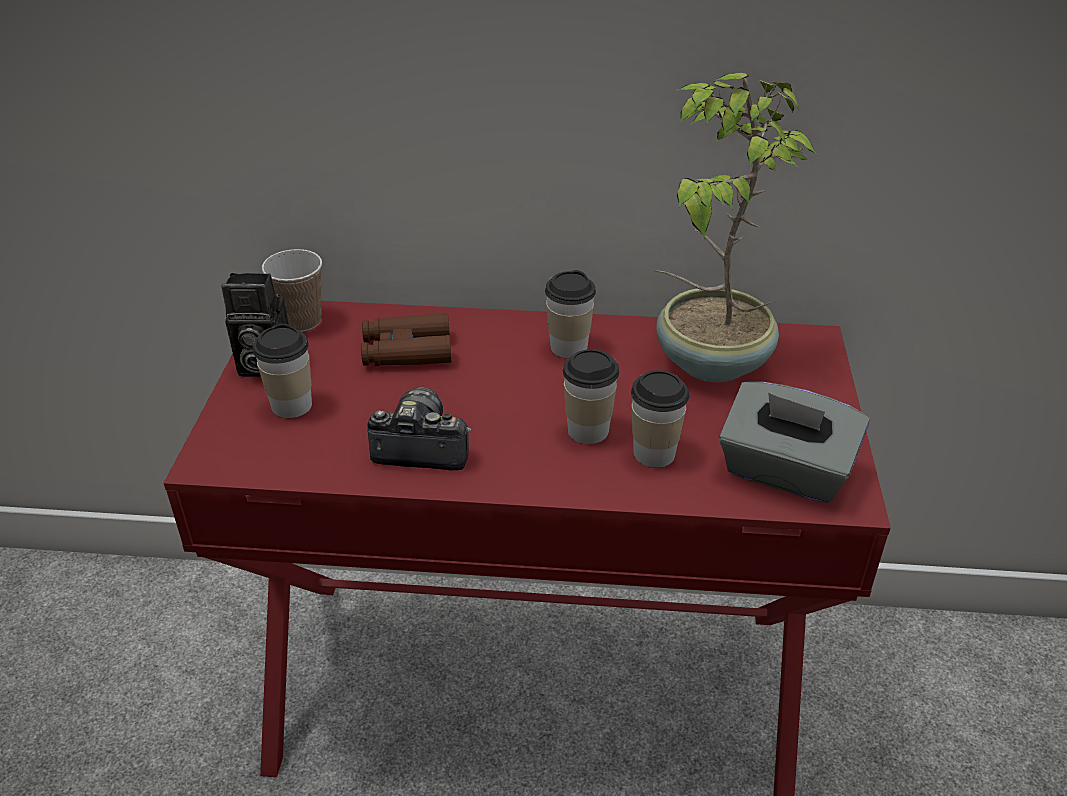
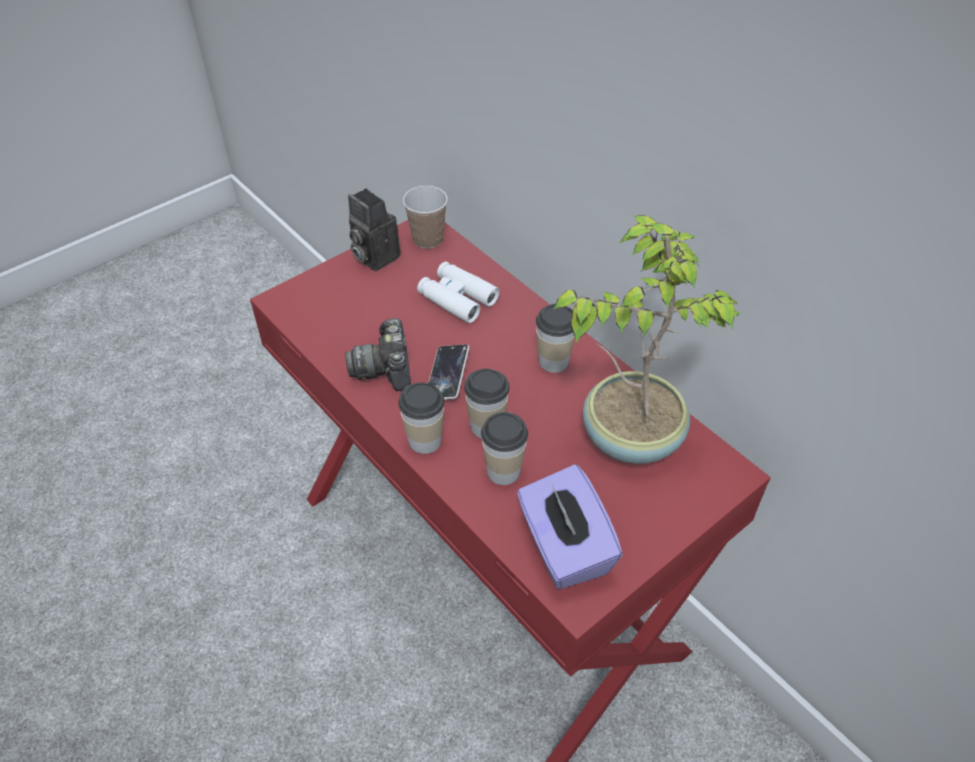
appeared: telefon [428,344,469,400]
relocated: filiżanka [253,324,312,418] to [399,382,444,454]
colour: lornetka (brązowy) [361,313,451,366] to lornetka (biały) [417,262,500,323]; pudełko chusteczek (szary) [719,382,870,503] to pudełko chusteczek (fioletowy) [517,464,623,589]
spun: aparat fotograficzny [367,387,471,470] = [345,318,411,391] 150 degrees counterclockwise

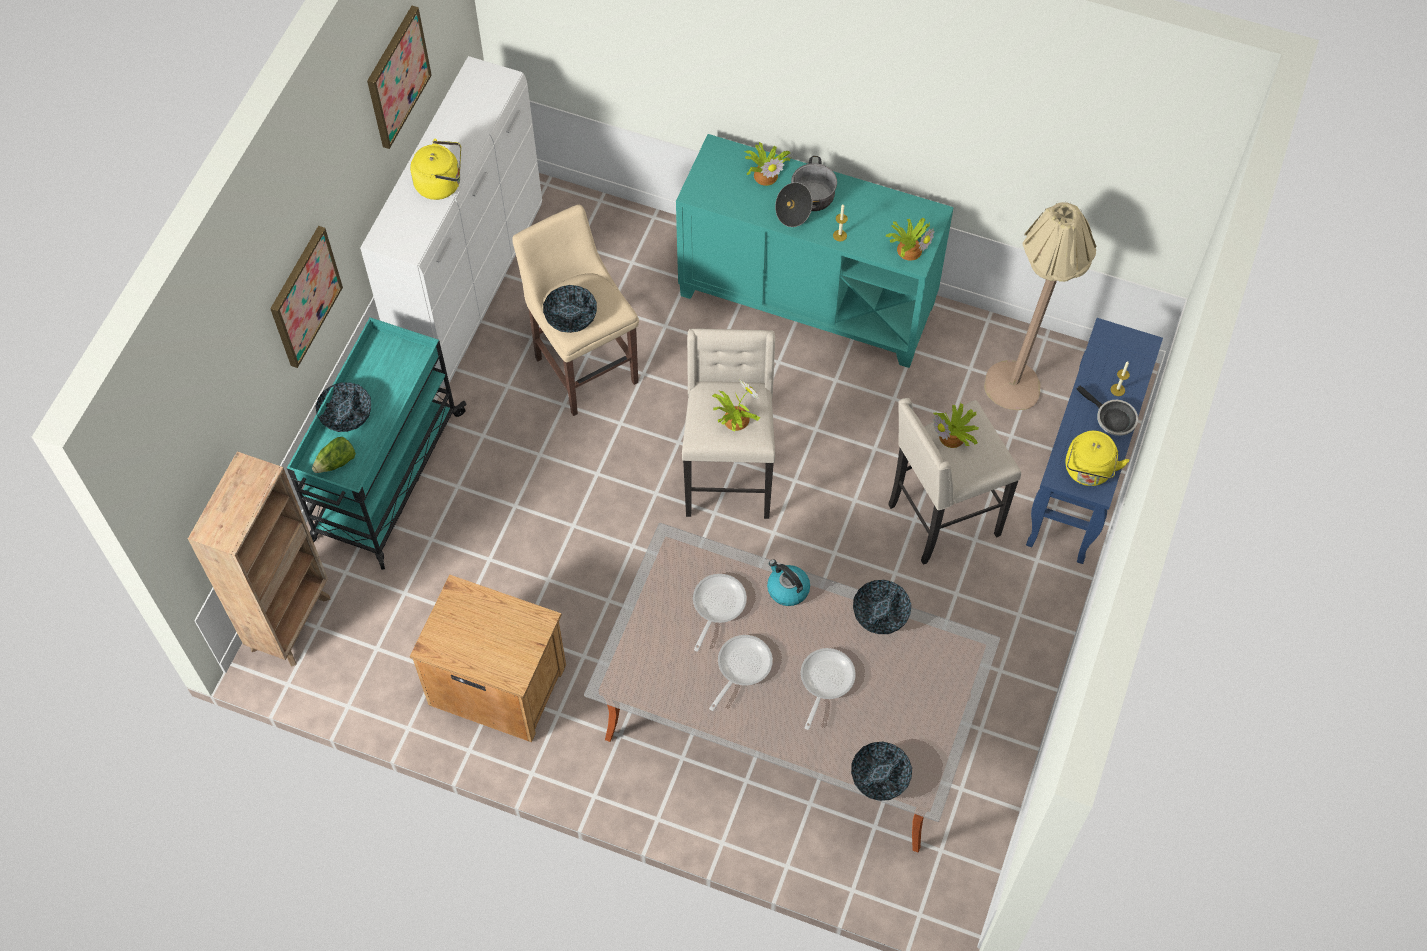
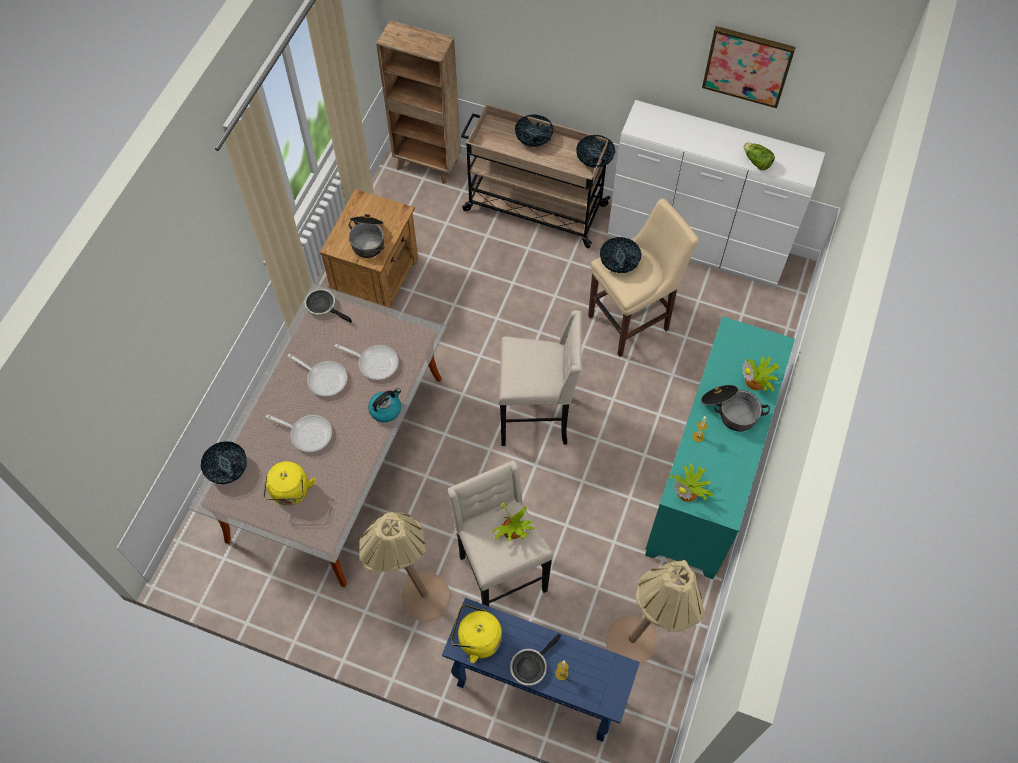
missing: obraz [270,226,343,368]; roślina doniczkowa [712,380,760,431]
appeared: patelnia [305,289,352,322]; garnek [349,214,384,258]; lampa stojąca (beżowy) [359,512,450,621]
relocated: sałata [312,437,356,473] to [744,143,775,170]; czajnik (żółty) [410,139,461,200] to [264,461,315,506]; miska [853,580,912,634] to [576,135,615,168]
colour: wózek (turkusowy) [287,317,467,570] to wózek (beżowy) [461,104,611,249]

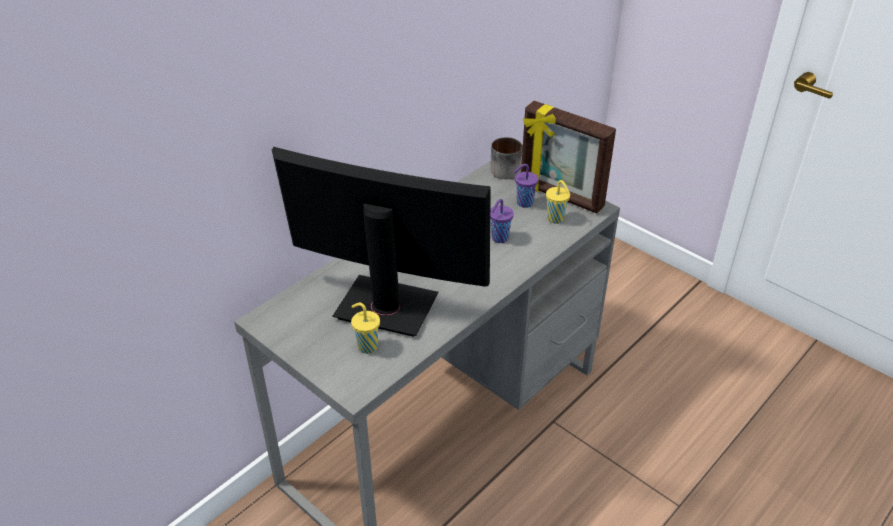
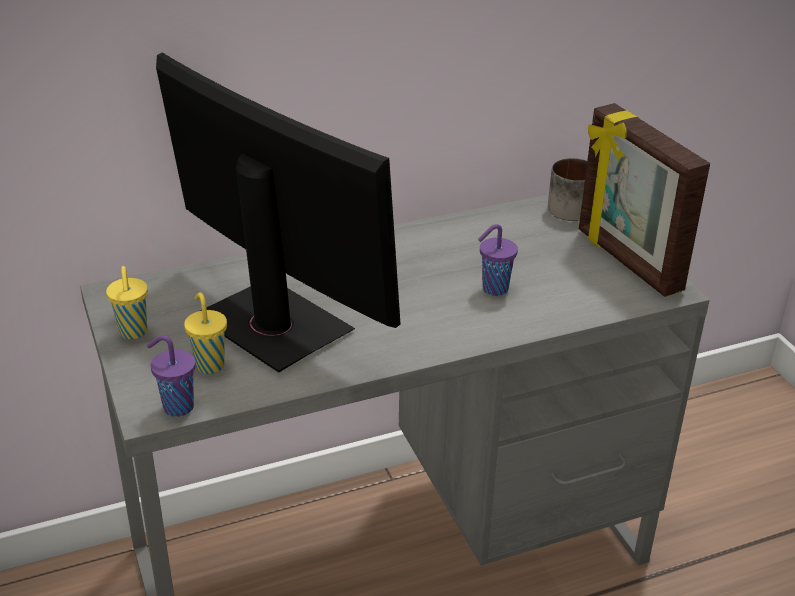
relocated: filiżanka (fioletowy) [513,164,539,208] to [147,335,196,417]; filiżanka (żółty) [546,180,570,224] to [106,266,148,340]

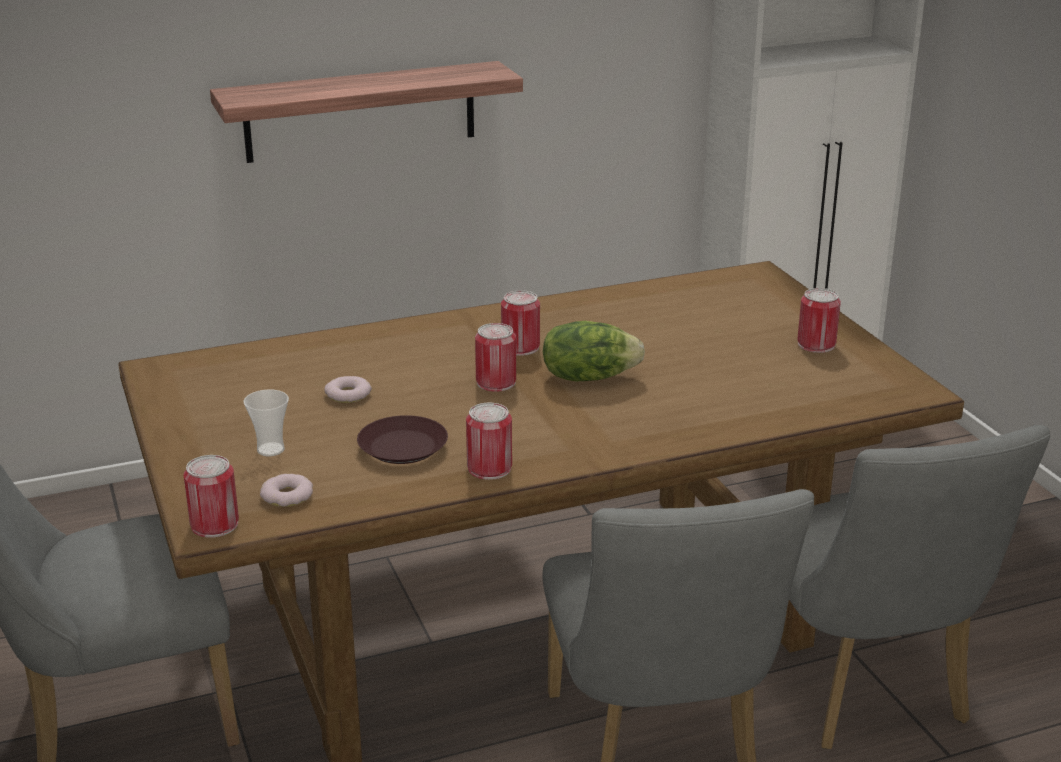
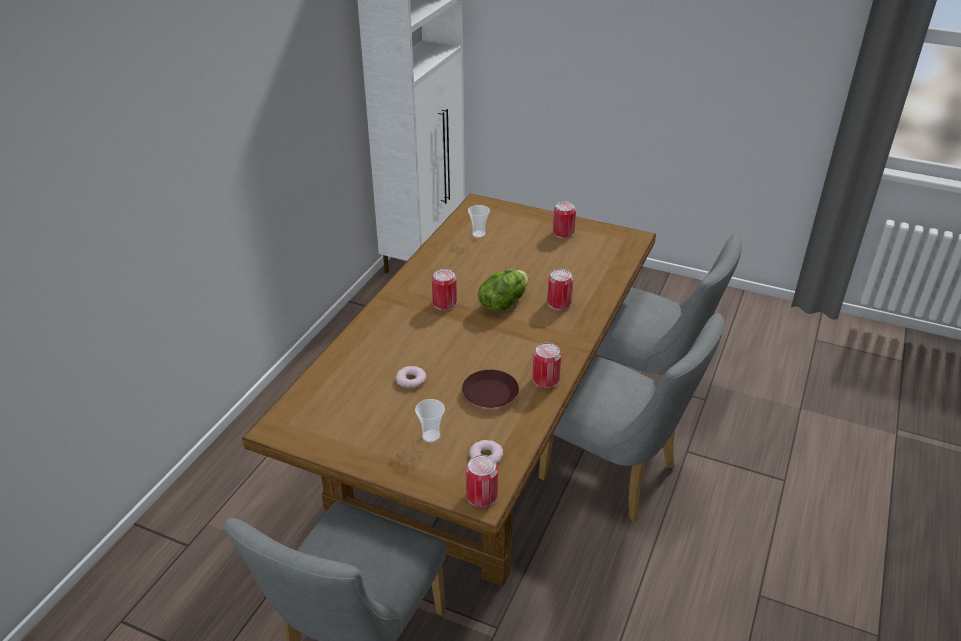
missing: półka [210,61,523,163]
appeared: filiżanka [468,205,490,238]
relocated: puszka [475,323,516,392] to [547,269,573,310]

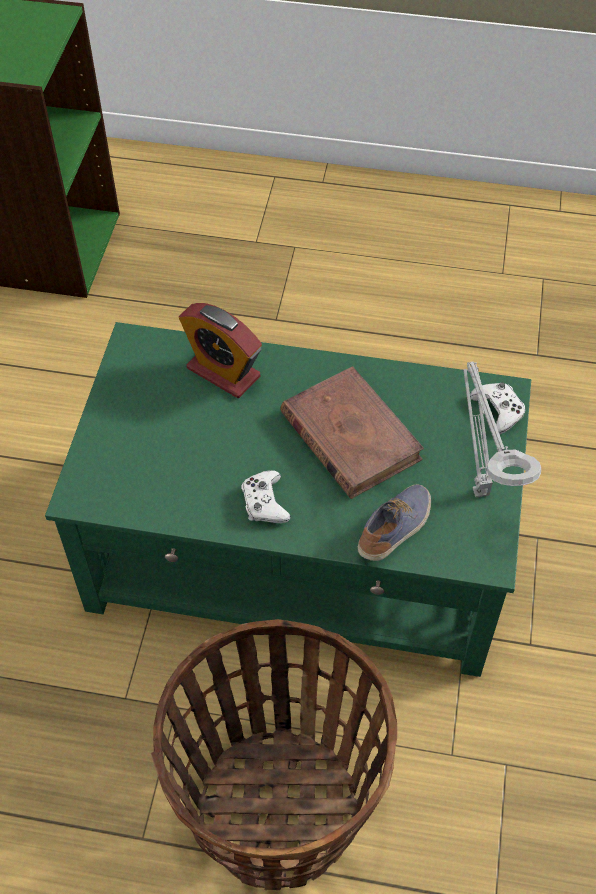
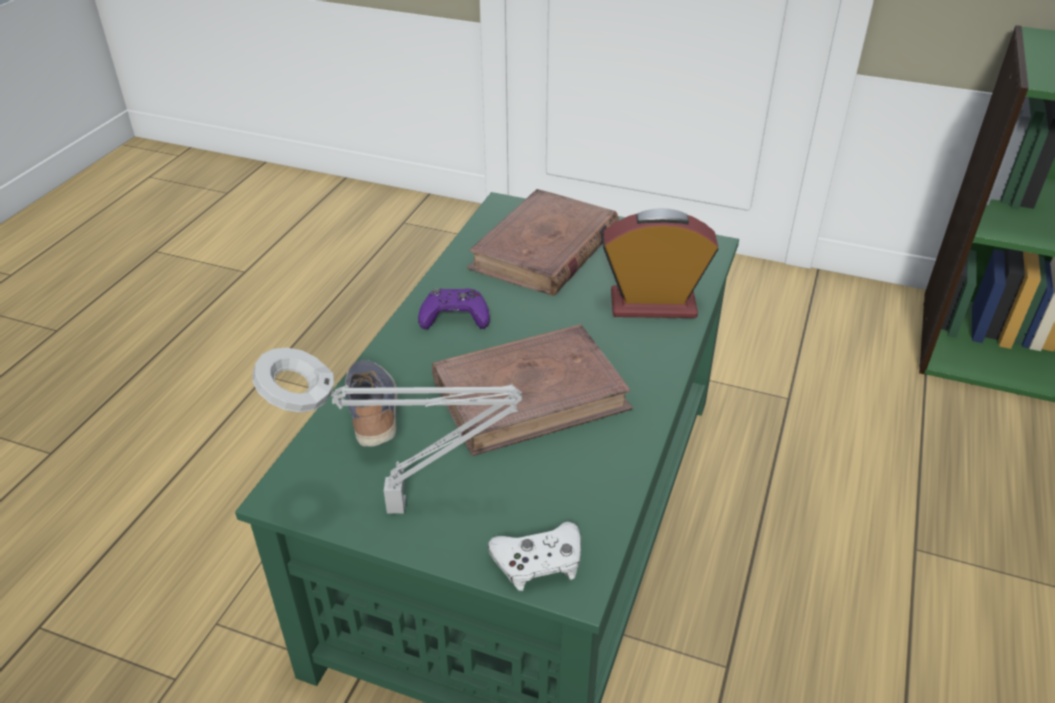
missing: koszyk [150,619,397,890]
appeared: książka (brązowy) [467,189,619,296]
colour: pad do gier (biały) [242,470,290,523] to pad do gier (fioletowy) [418,288,490,330]
spun: budzik [179,303,262,398] = [602,208,719,318] 45 degrees clockwise; but [358,484,431,561] = [345,360,398,447] 150 degrees counterclockwise

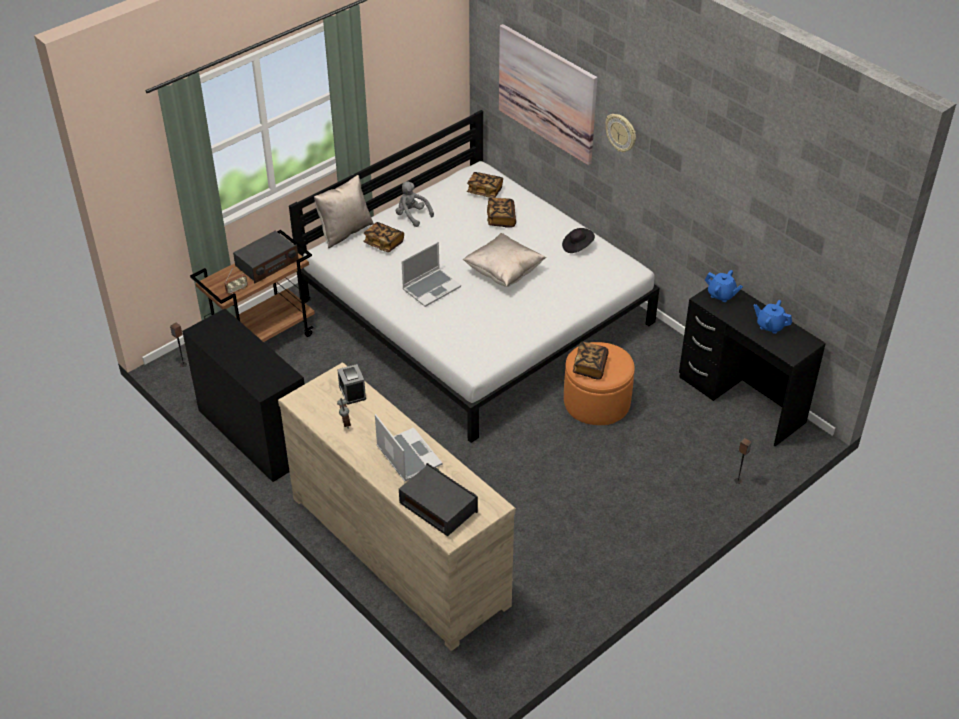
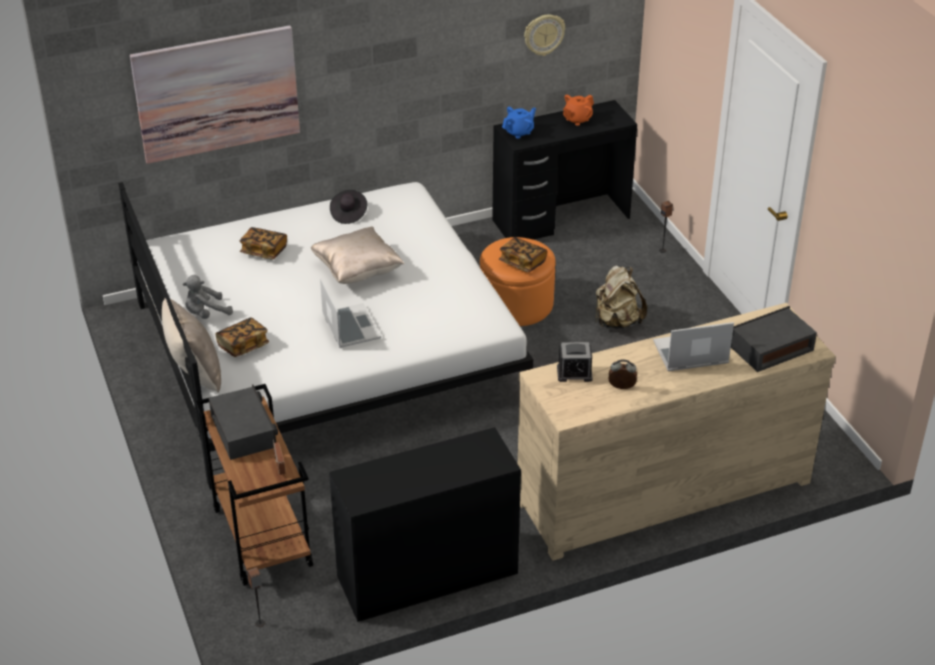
missing: książka [467,172,503,198]
appeared: plecak (beżowy) [595,266,647,329]
relocated: zegar ścienny [605,114,636,152] to [524,14,565,56]
colour: imbryk (niebieski) [754,300,792,334] to imbryk (pomarańczowy) [563,95,594,126]

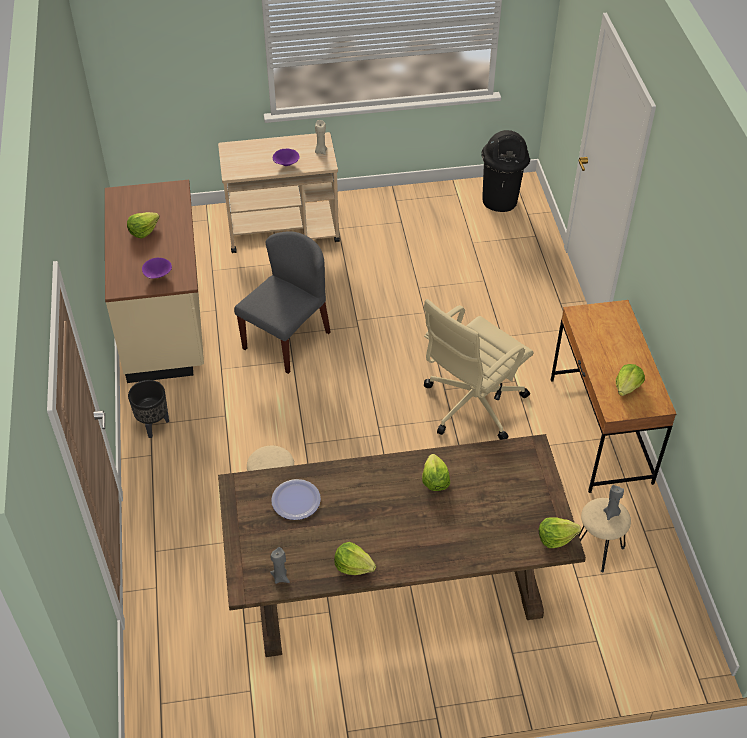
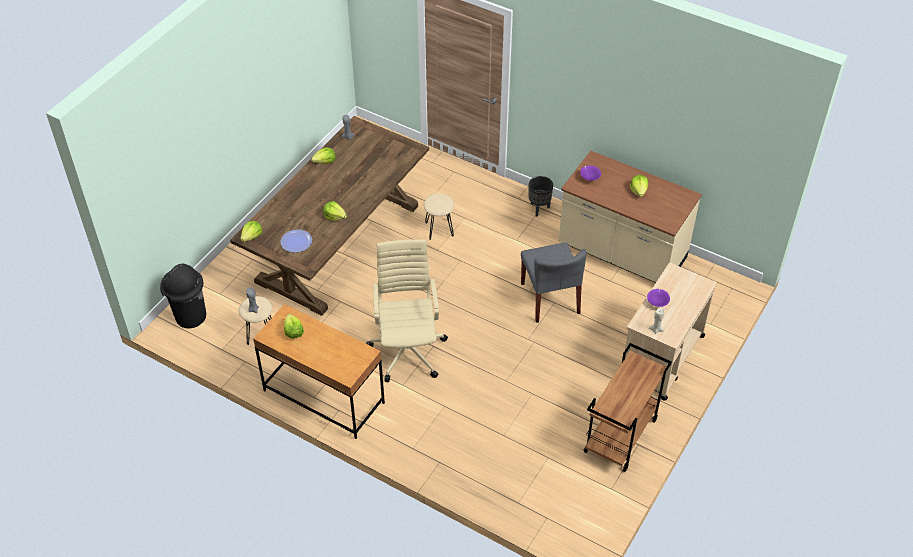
appeared: wózek (brązowy) [583,343,672,472]
relocated: talerz [271,479,321,520] to [281,229,312,253]; kosz na śmieci (czarny) [482,130,530,212] to [160,263,207,329]

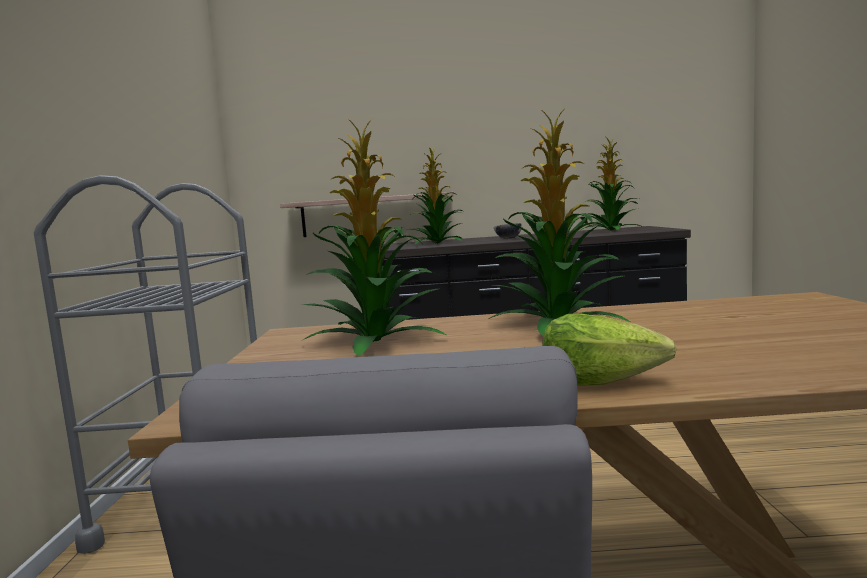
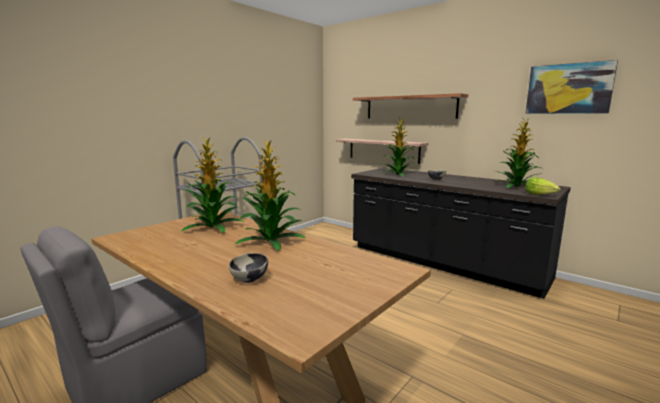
appeared: miska [229,253,268,283]; półka [353,93,468,119]; obraz [525,60,618,114]
relocated: sałata [542,313,677,386] to [525,177,561,195]

